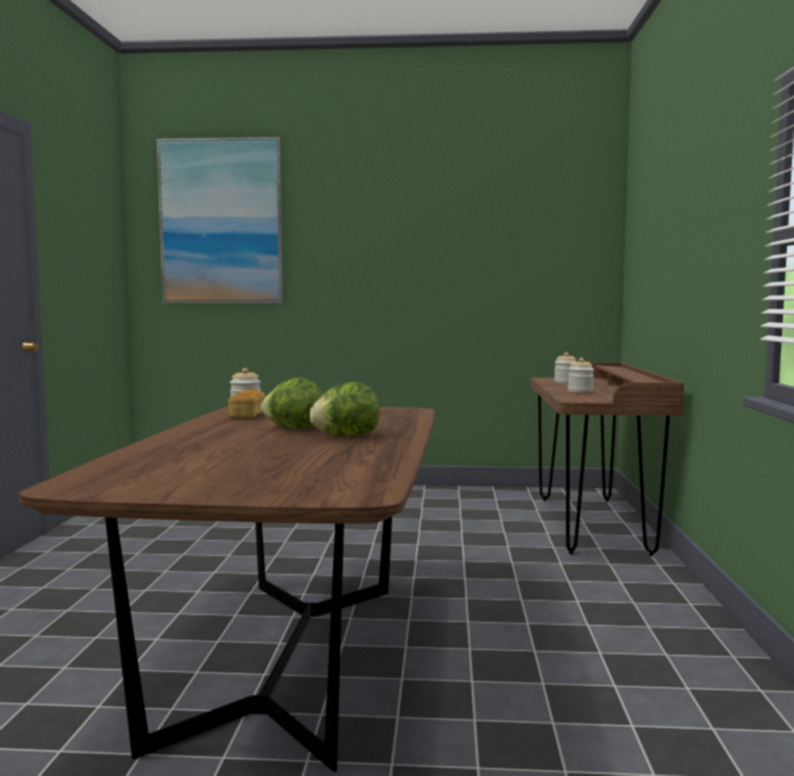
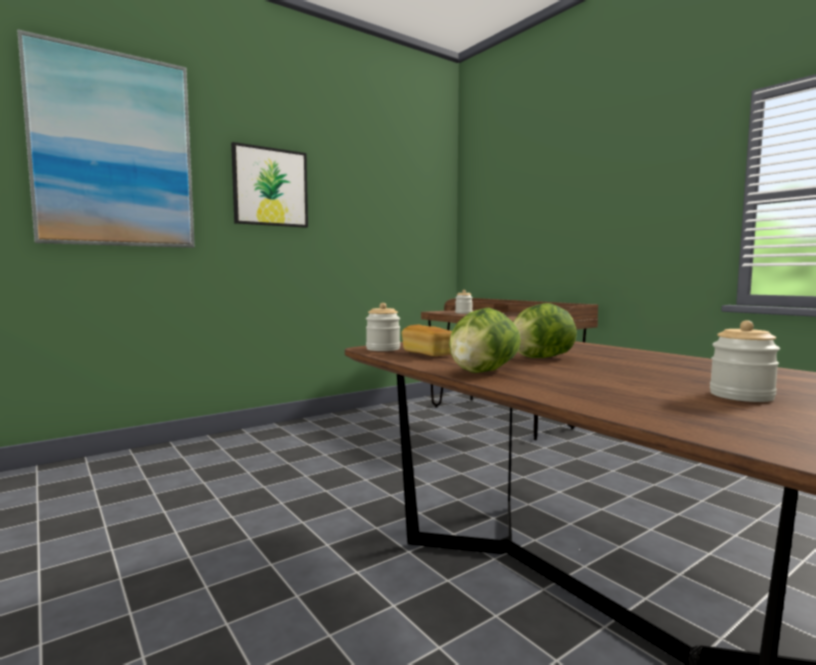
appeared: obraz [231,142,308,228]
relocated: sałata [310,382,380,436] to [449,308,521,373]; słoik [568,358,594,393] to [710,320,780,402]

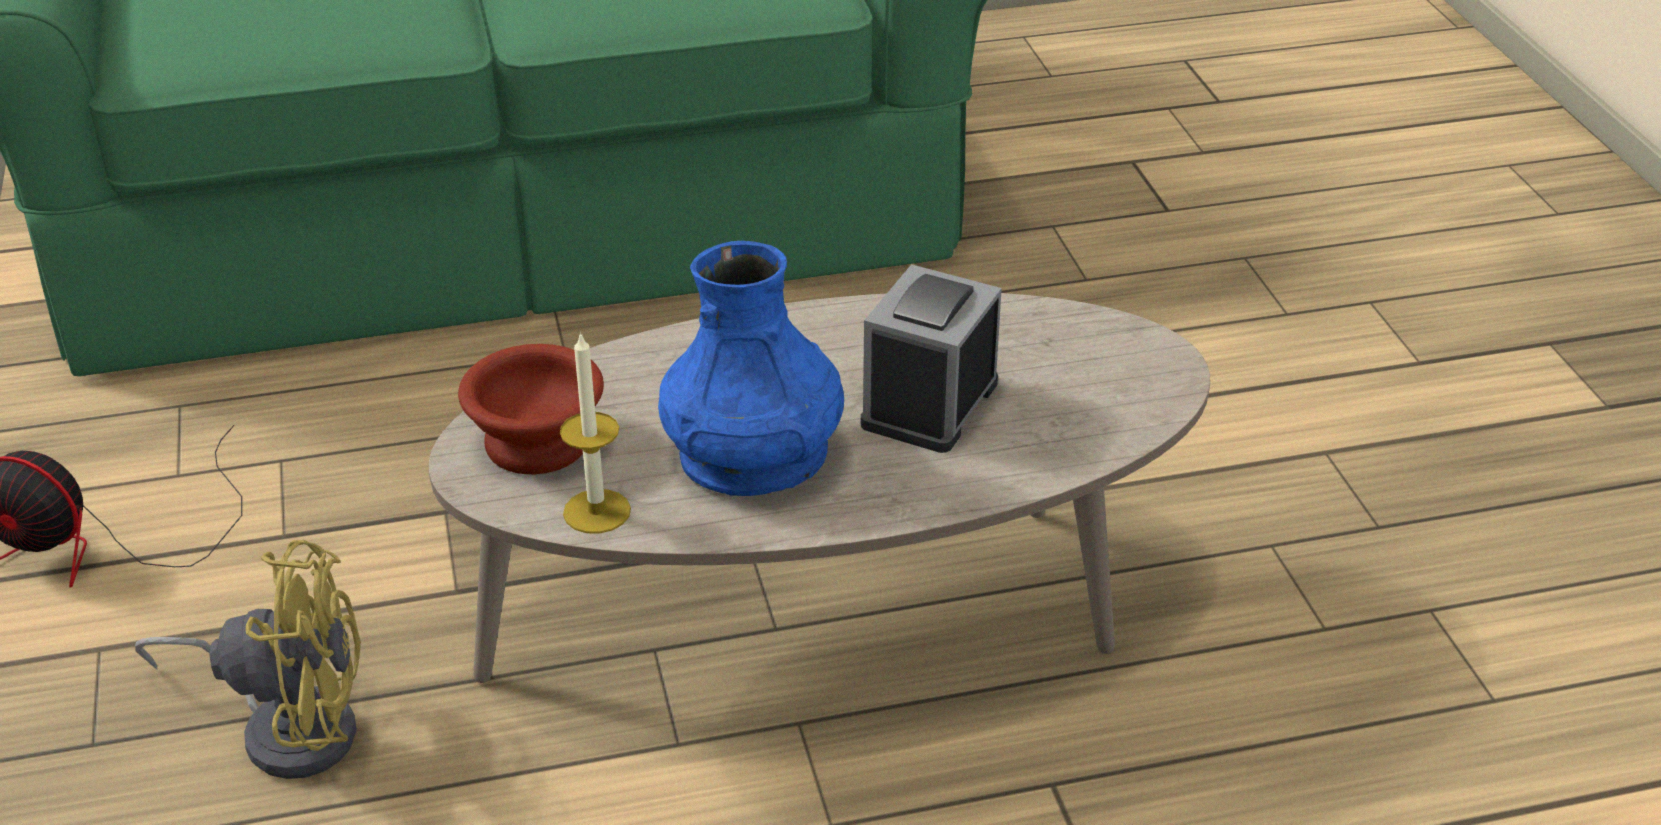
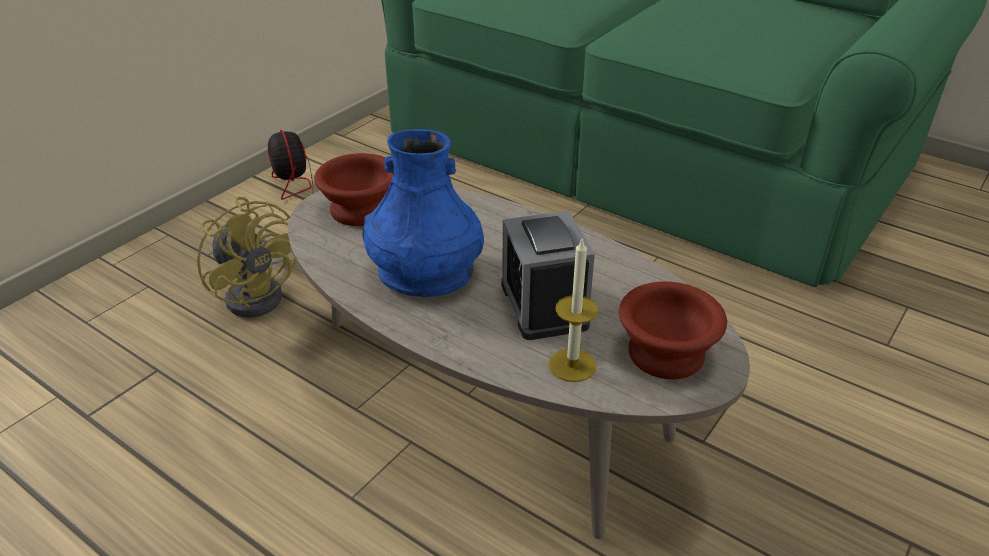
appeared: miska (brązowy) [619,282,727,379]
relocated: świeca [560,331,631,534] to [549,237,598,382]
spun: budzik [861,264,1002,453] = [501,211,595,340] 90 degrees counterclockwise

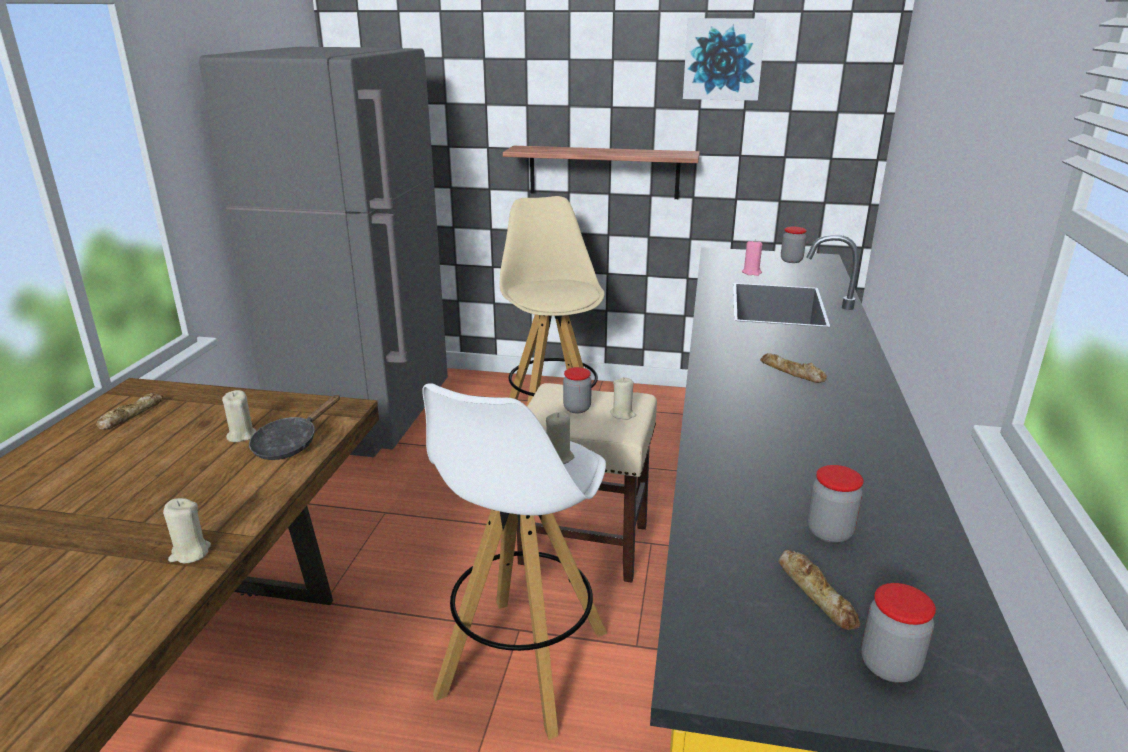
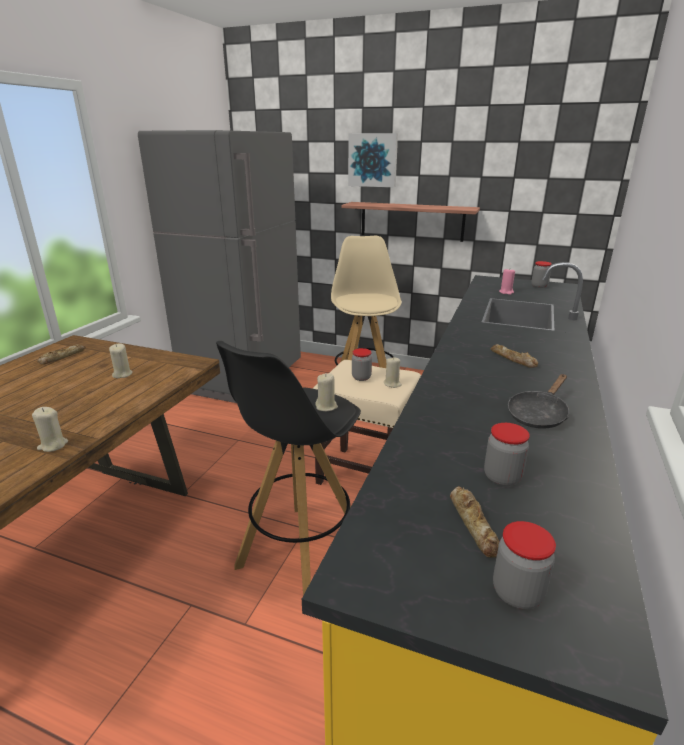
relocated: patelnia (czarny) [249,395,340,460] to [508,374,569,429]; obraz [683,18,766,101] to [348,133,398,187]
colour: stołek (biały) [422,383,607,740] to stołek (czarny) [216,341,361,595]

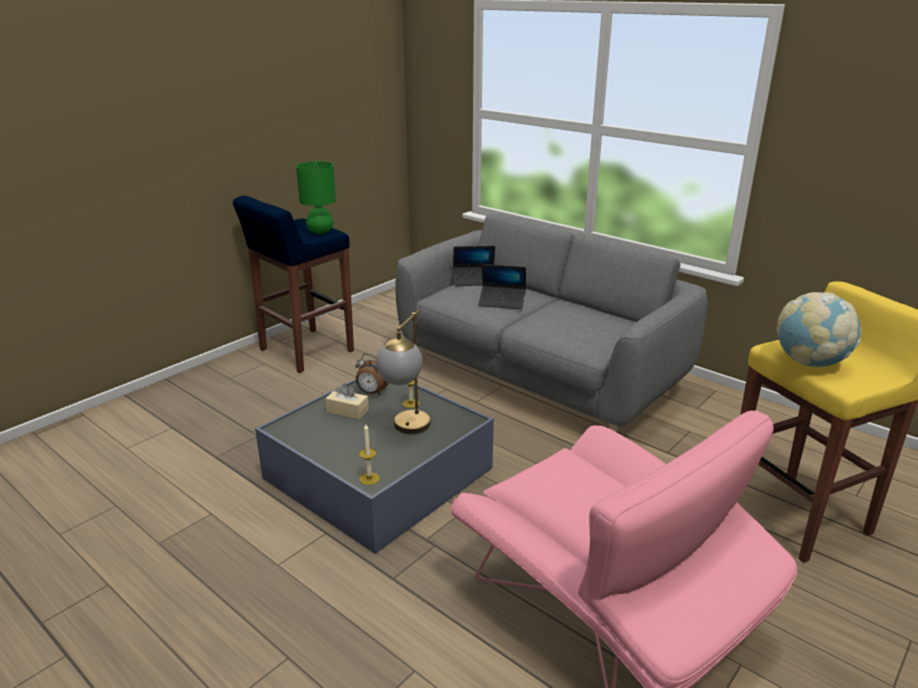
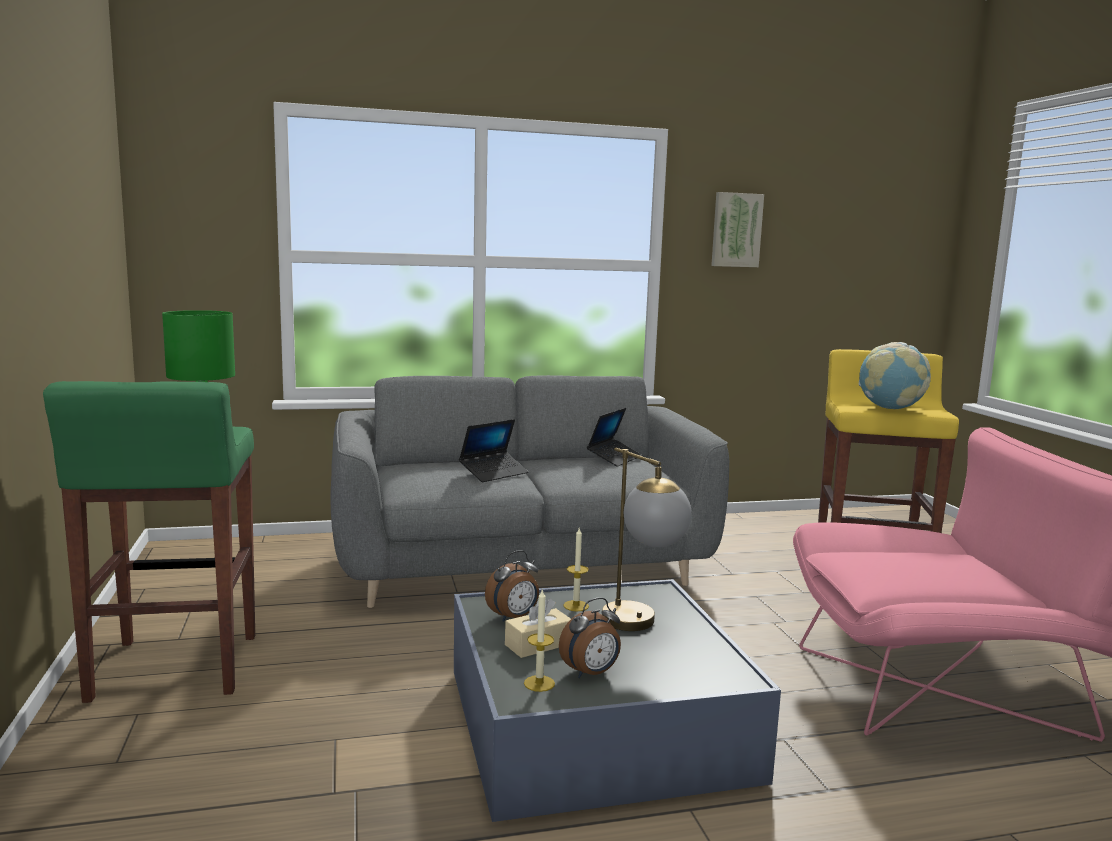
appeared: budzik [559,597,621,678]; obraz [711,192,764,267]
relocated: świeca [359,424,380,485] to [524,590,555,692]; laptop [453,246,495,286] to [587,408,642,467]
colour: stołek (niebieski) [233,195,354,373] to stołek (zielony) [43,381,255,703]

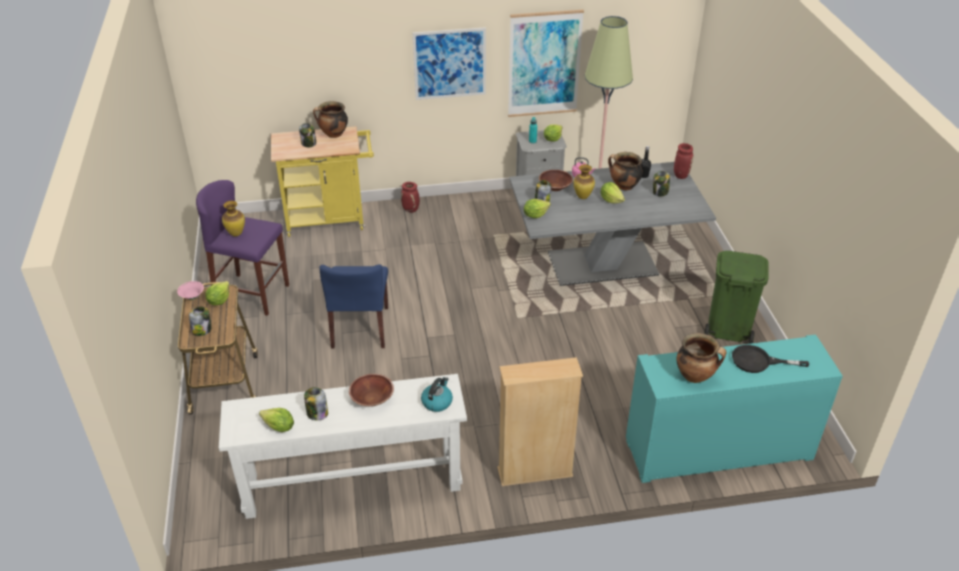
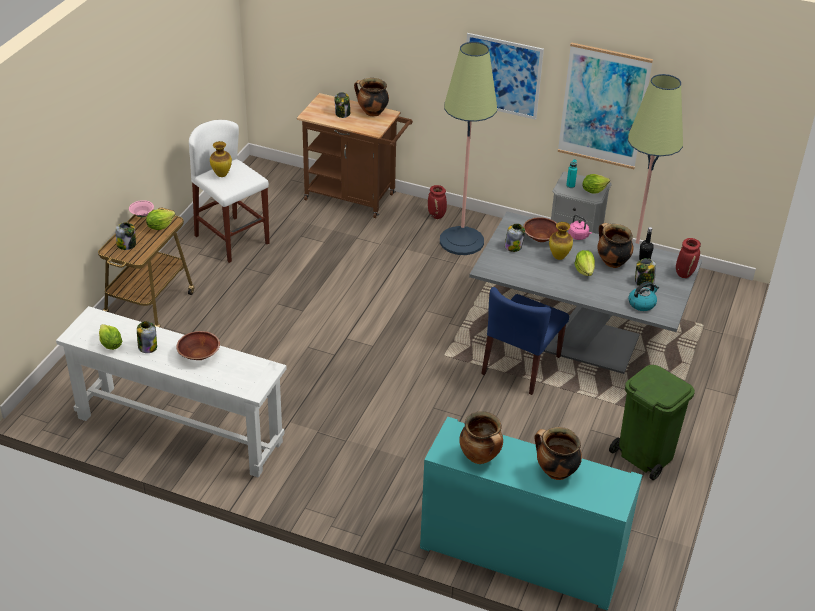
missing: regał (beżowy) [497,357,583,486]; sałata [524,199,551,218]
appeared: lampa stojąca [440,42,497,255]
relocated: krzesło (niebieski) [319,265,388,348] to [481,287,569,395]; czajnik [421,377,453,412] to [629,282,659,311]
exchanged: patelnia (czarny) [732,345,809,373] to garnek [535,427,582,480]
colour: stołek (fioletowy) [196,180,289,316] to stołek (biały) [189,120,270,263]; wózek (żółty) [271,126,374,237] to wózek (brązowy) [297,93,413,218]

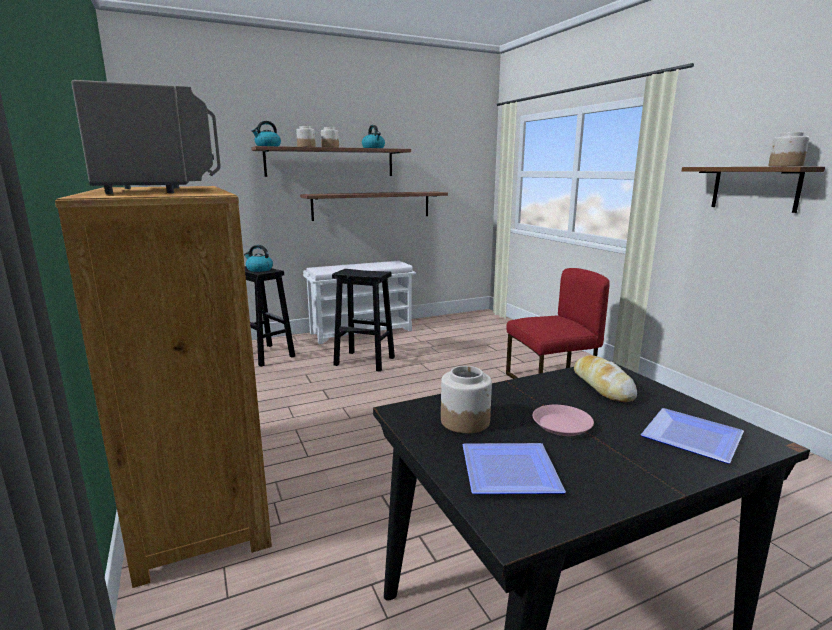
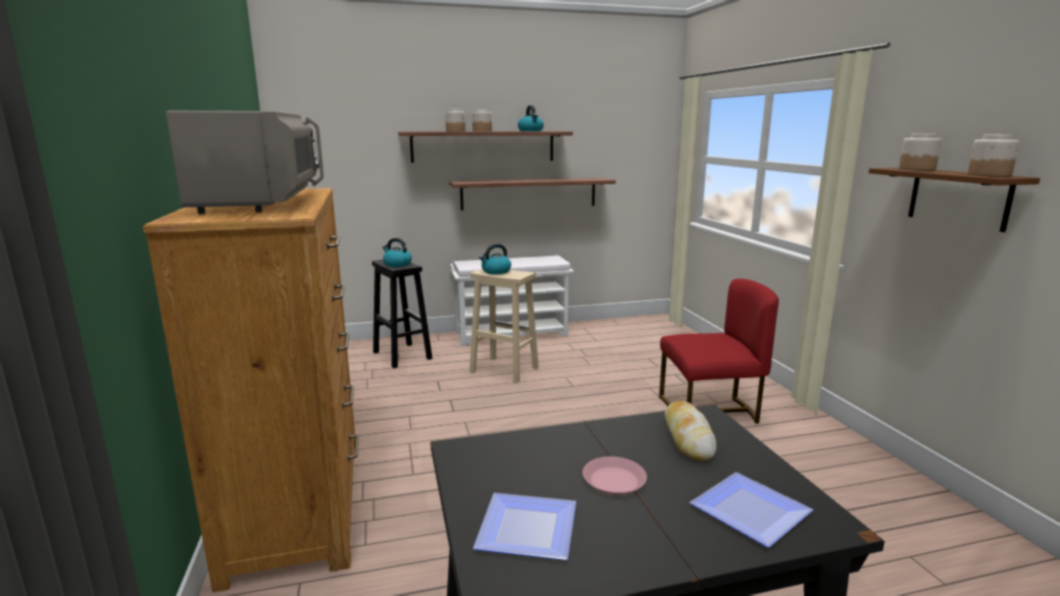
relocated: czajnik [252,121,281,146] to [479,244,511,275]; słoik [441,366,492,433] to [899,134,942,171]
colour: stołek (czarny) [332,269,395,372] to stołek (beżowy) [469,269,539,383]

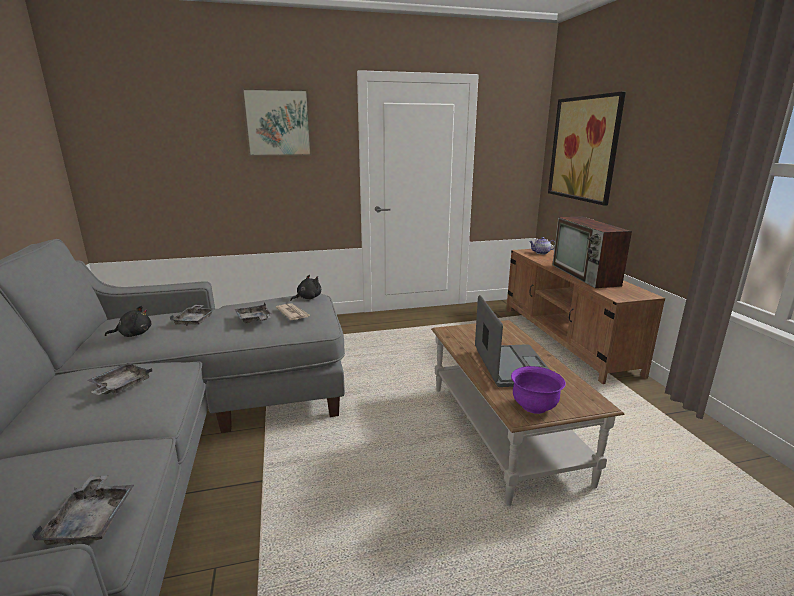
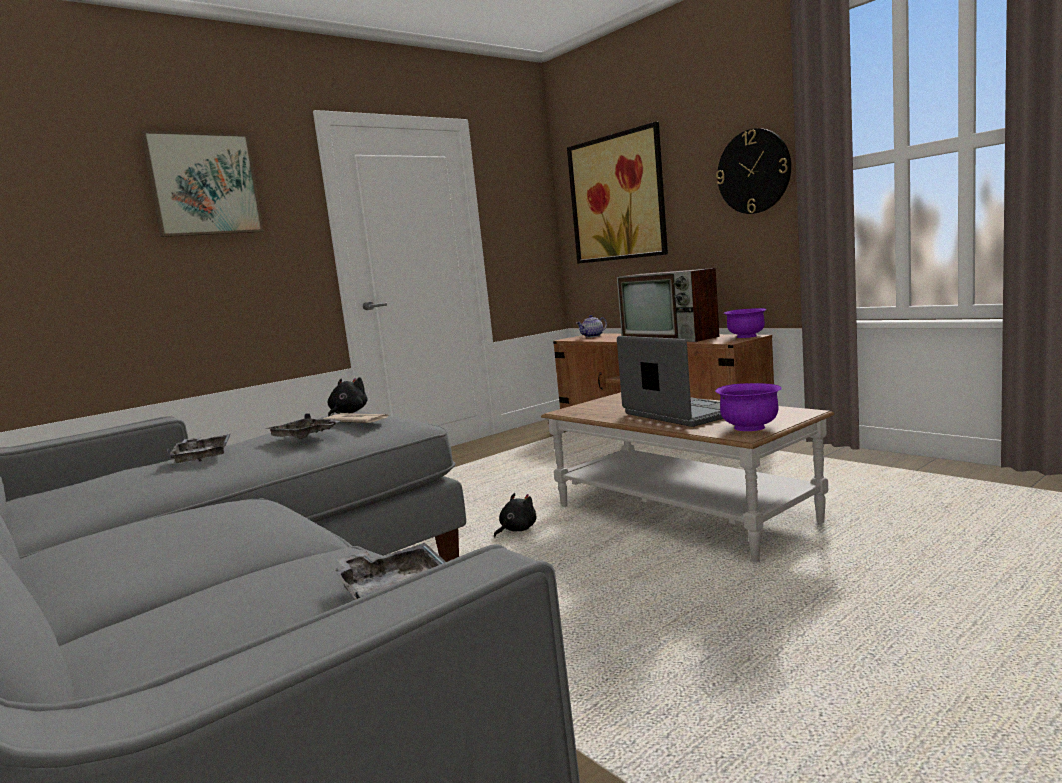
missing: taca (szary) [88,363,152,395]
appeared: zegar ścienny [716,128,791,214]; miska (fioletowy) [724,308,767,338]
relocated: pluszak (czarny) [105,306,151,337] to [494,493,536,538]

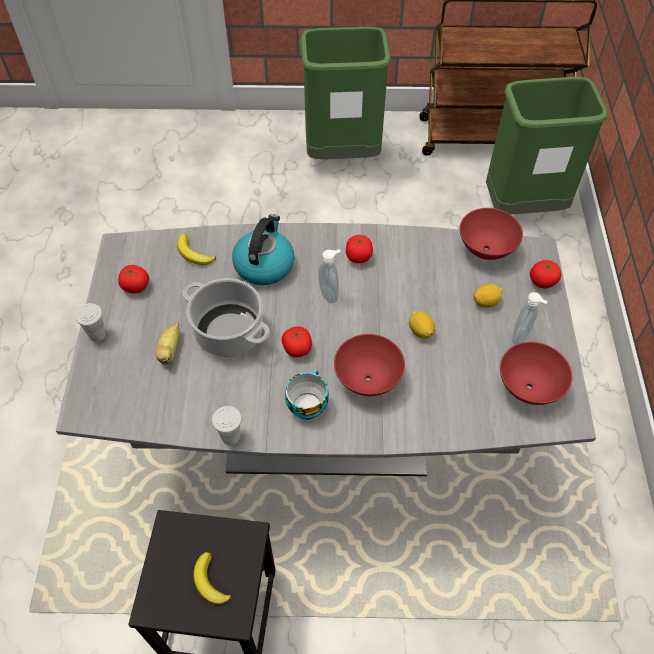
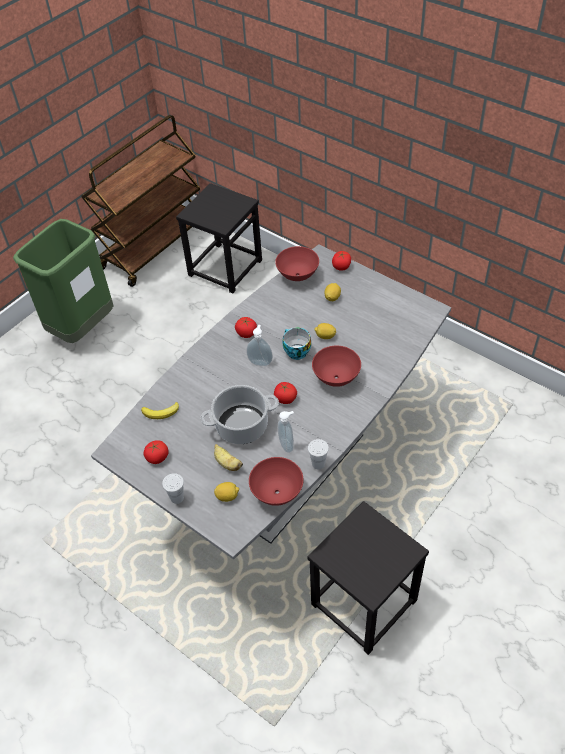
missing: banan [193,552,232,604]; czajnik [232,214,294,285]
appeared: cytryna [214,482,239,502]
relocated: filiżanka [285,370,329,420] to [283,328,311,360]; miska (czerwony) [500,342,572,405] to [249,457,304,506]; dozownik mydła [512,292,548,345] to [278,411,294,453]
exchanged: kosz na śmieci (zielony) [486,77,608,214] to stołek (czarny) [176,183,262,294]

